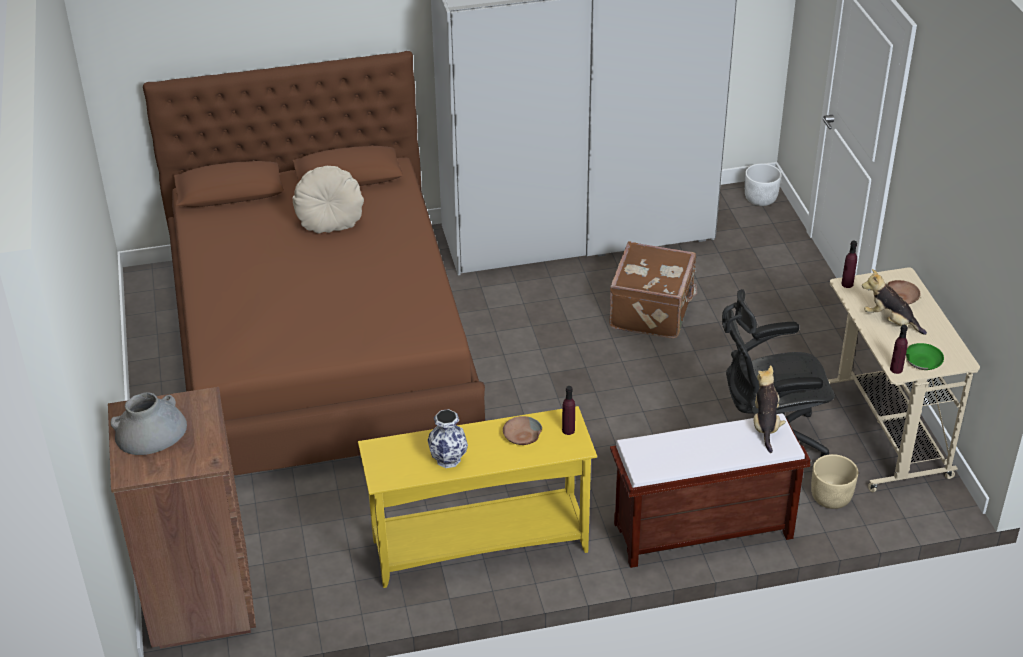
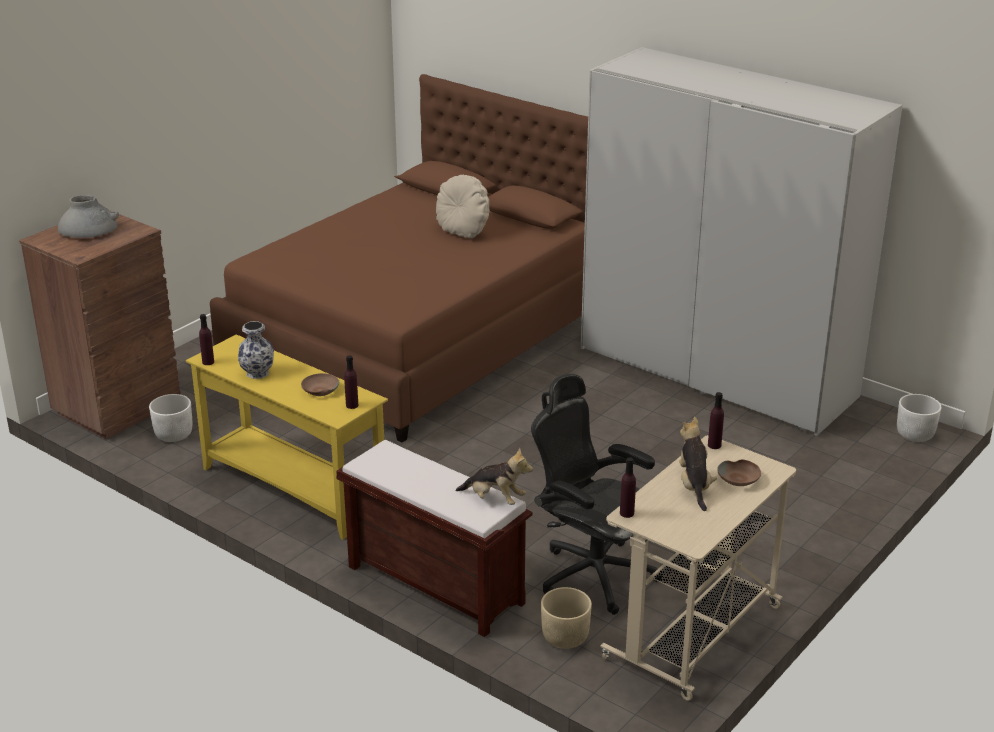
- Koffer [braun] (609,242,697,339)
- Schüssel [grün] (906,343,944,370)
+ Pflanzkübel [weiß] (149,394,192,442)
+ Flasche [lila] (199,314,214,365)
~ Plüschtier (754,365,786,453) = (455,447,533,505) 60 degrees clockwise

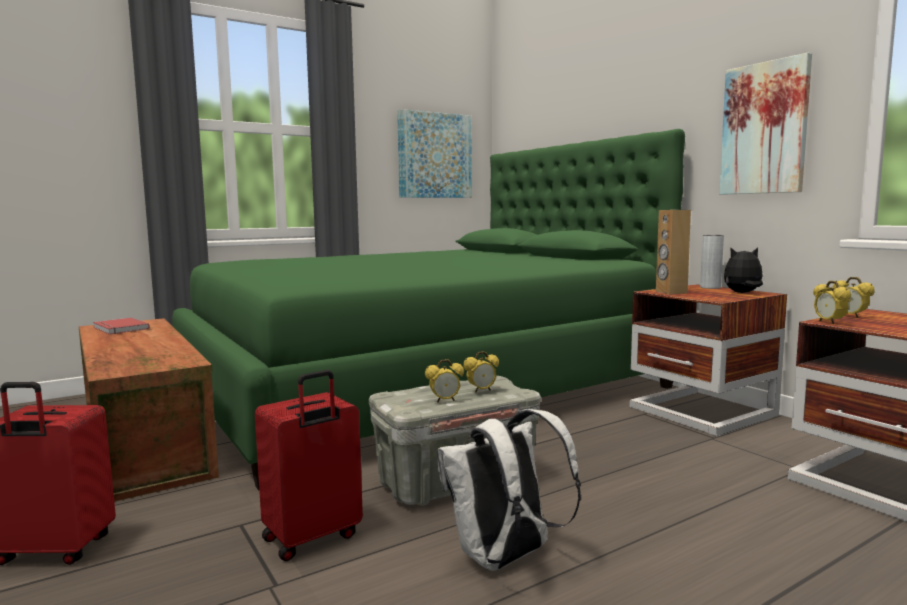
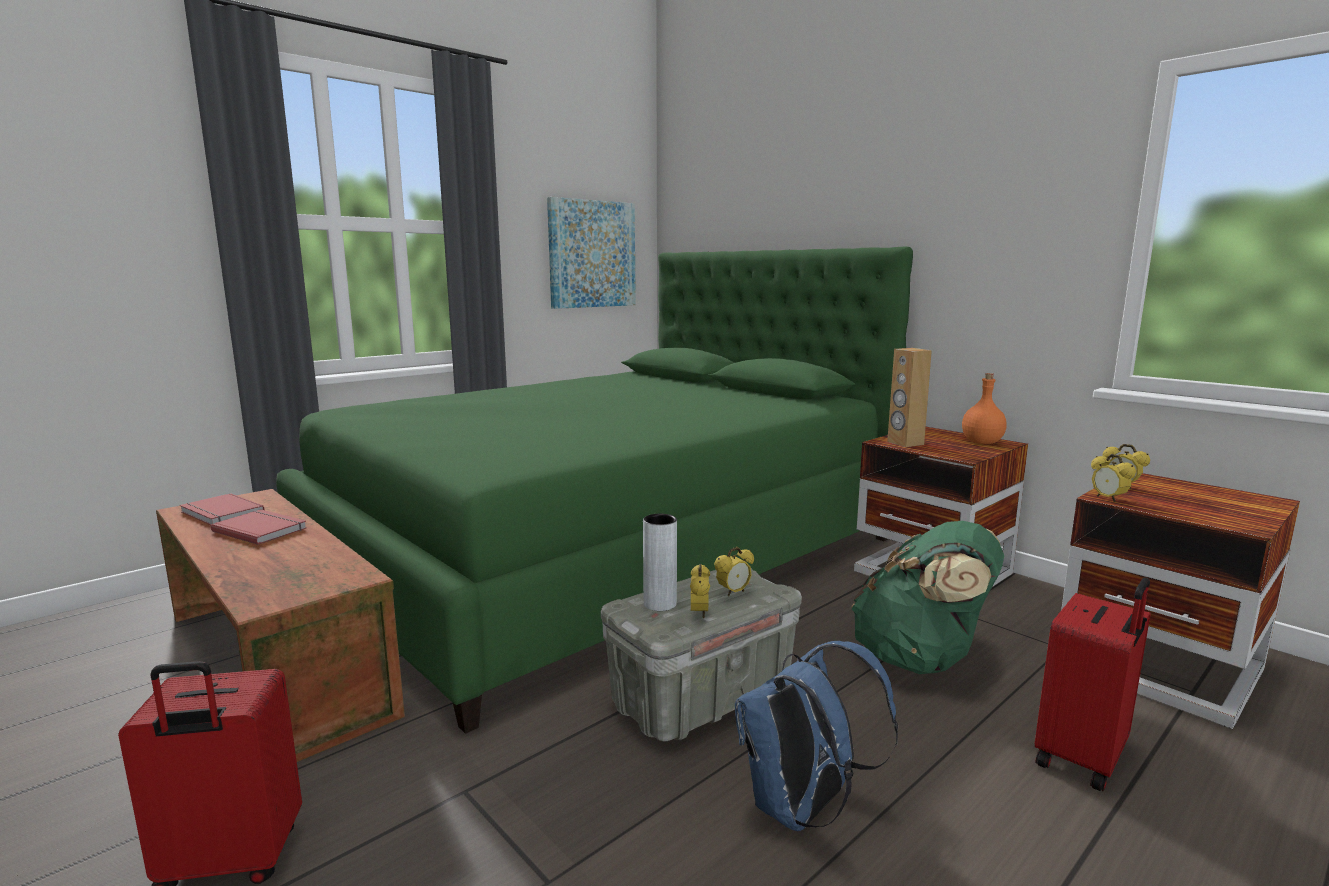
- Bild (719,53,812,195)
+ Buch [rot] (211,509,307,545)
+ Rucksack [grün] (851,521,1004,674)
~ Koffer [rot] (255,370,363,561) to (1035,578,1150,791)
~ Vase [grau] (700,235,724,289) to (643,514,677,611)
~ Plüschtier (724,247,763,293) to Flasche [orange] (962,373,1007,444)
~ Rucksack [weiß] (437,409,581,571) to Rucksack [blau] (735,641,898,831)
~ Wecker (425,359,464,403) = (690,564,710,618) 60 degrees counterclockwise

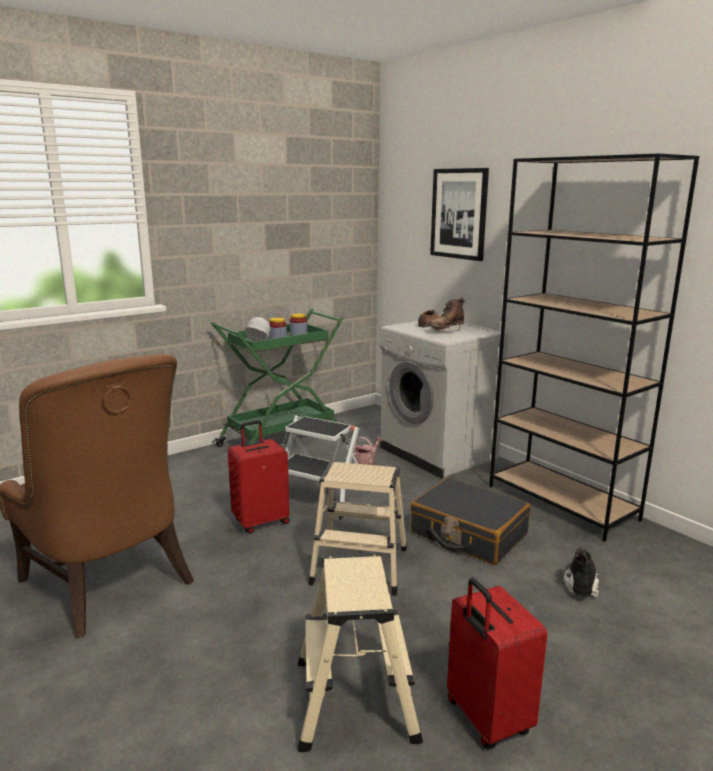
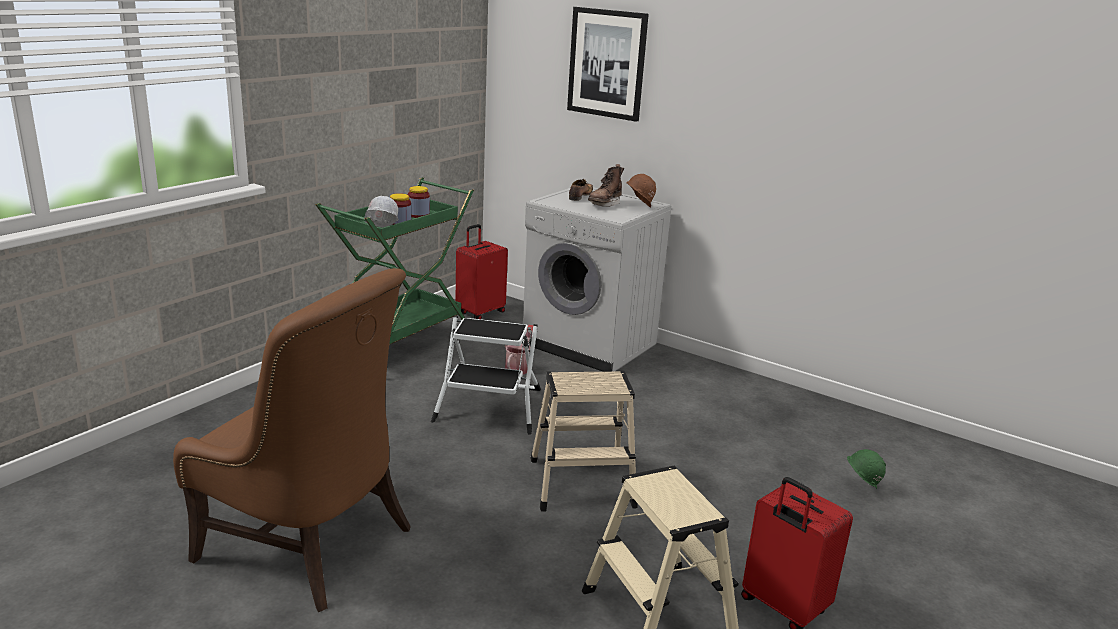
- Koffer [schwarz] (410,477,530,565)
- Bücherregal [beige] (489,154,699,542)
- Stiefel [schwarz] (564,548,599,598)
+ Schutzhelm [braun] (627,174,656,208)
+ Schutzhelm [grün] (847,449,886,489)
~ Koffer [rot] (228,420,290,534) to (456,224,508,319)

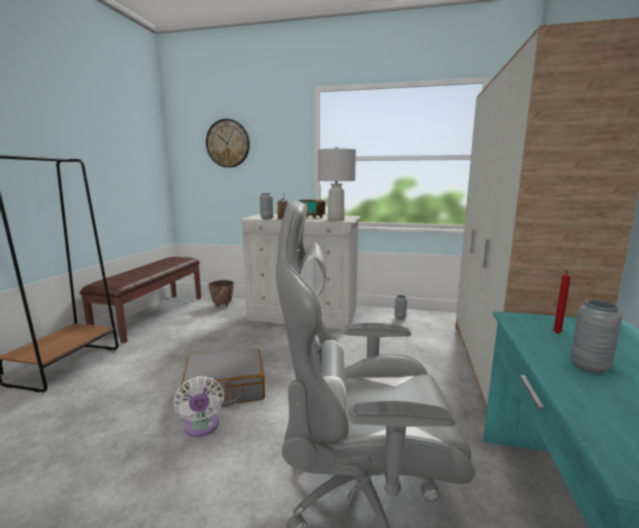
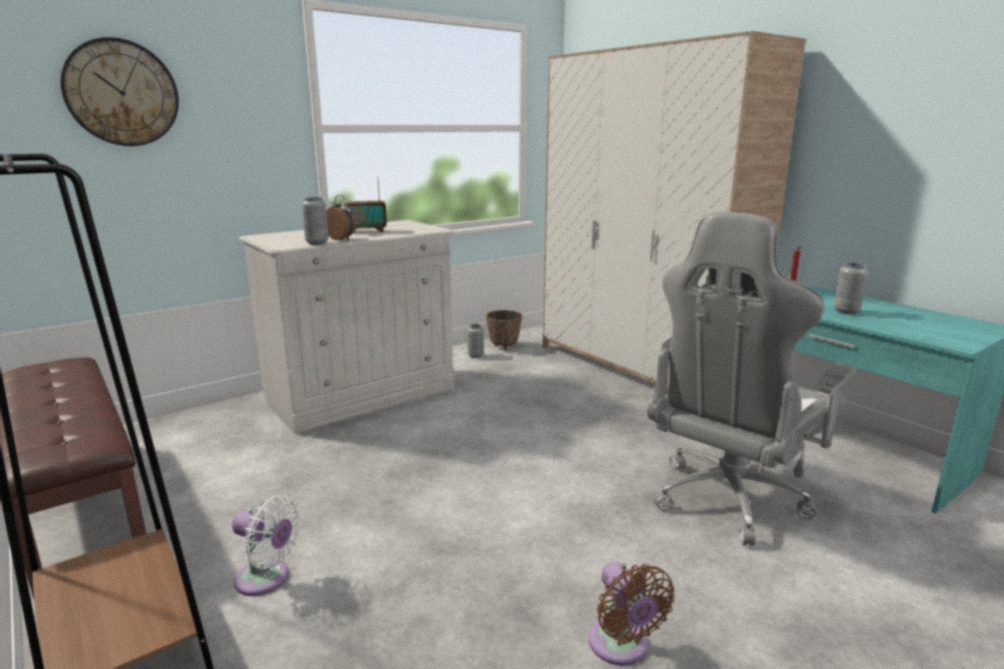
- Koffer [grau] (181,349,265,407)
- Tischlampe [grau] (318,147,356,221)
+ Ventilator [braun] (588,562,675,666)
~ Ventilator [weiß] (173,376,224,437) to (232,495,301,596)
~ Pflanzkübel (208,280,234,307) to (486,310,523,350)

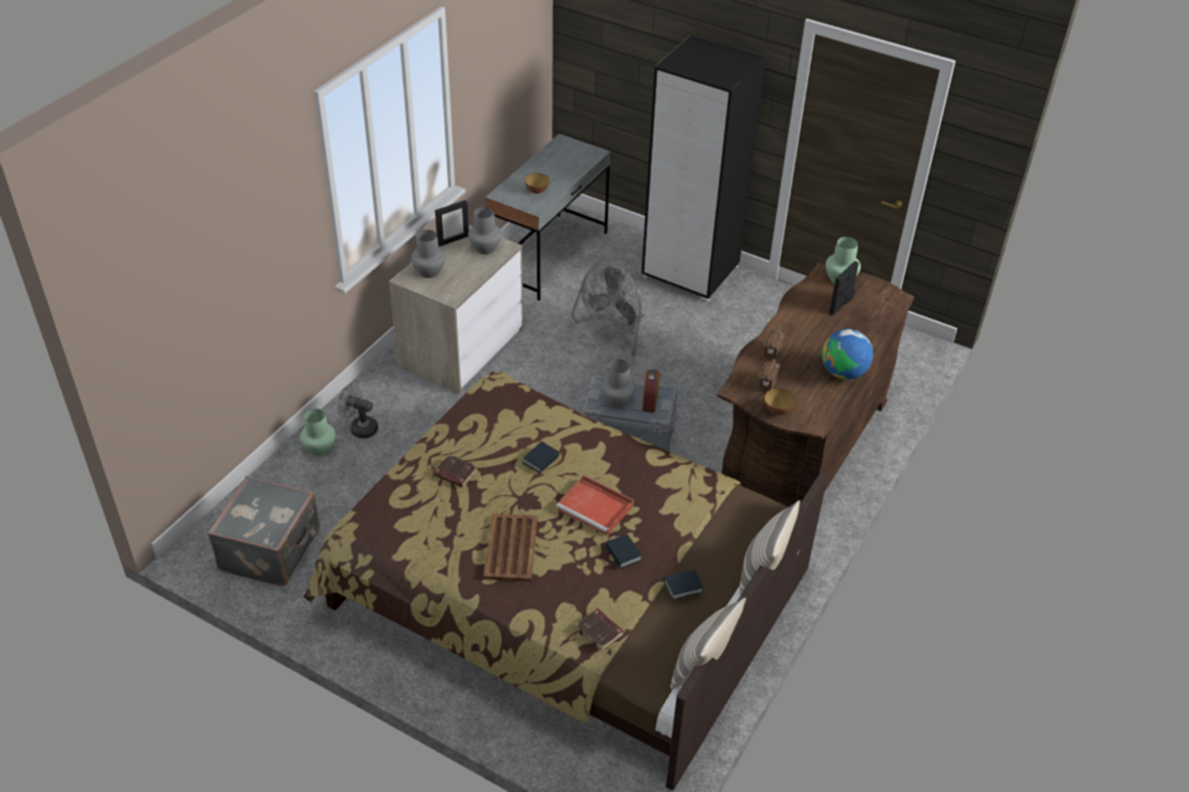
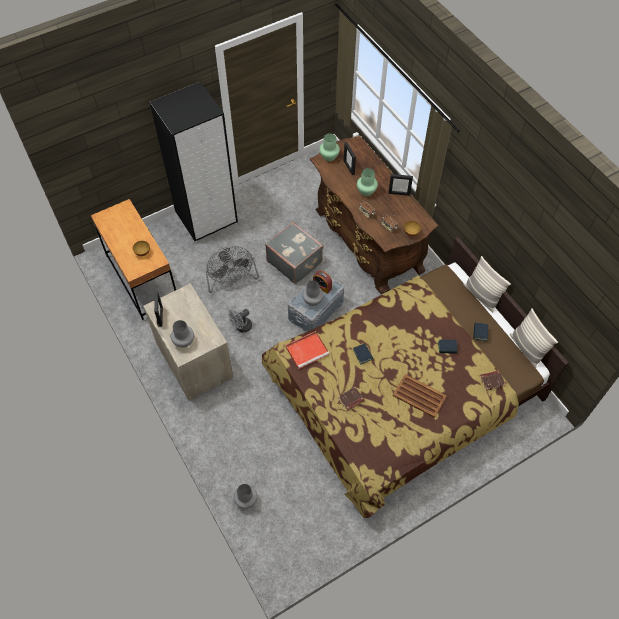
~ Koffer [grau] (208,476,320,586) to (265,222,324,284)
~ Vase [grün] (300,409,336,456) to (357,168,378,196)
~ Ventilator [grau] (337,383,378,438) to (228,309,252,333)
~ Vase [grau] (468,207,502,254) to (234,484,257,509)
~ Tablett [rot] (556,475,634,536) to (285,331,329,369)
~ Globus (822,329,873,380) to Bilderrahmen (388,174,413,196)
~ Schreibtisch [grau] (485,134,611,301) to Schreibtisch [braun] (91,199,176,320)

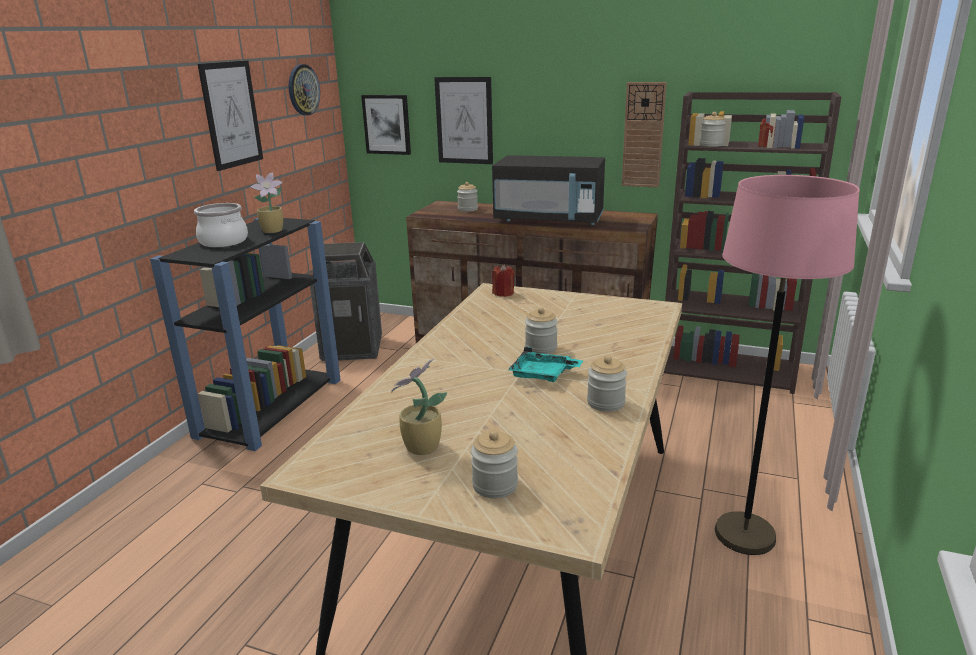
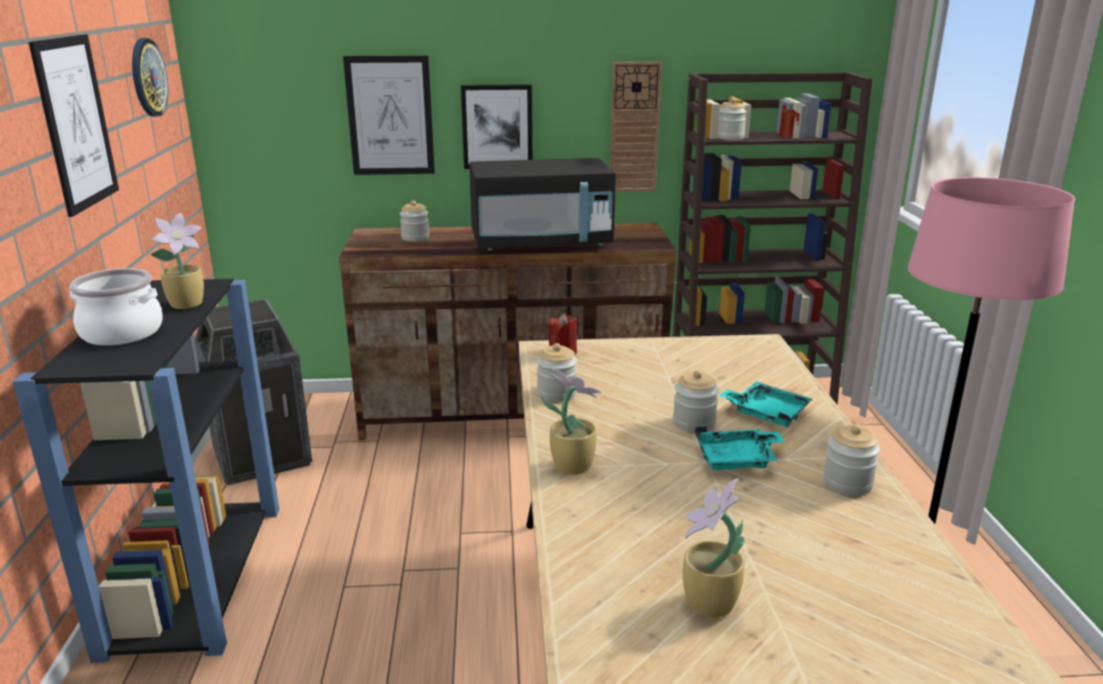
+ Topfpflanze (541,369,602,475)
+ Tablett [türkis] (719,381,812,427)
~ Bild (361,95,411,155) to (461,84,532,169)
~ Vorratsglas (471,431,518,498) to (537,343,577,402)

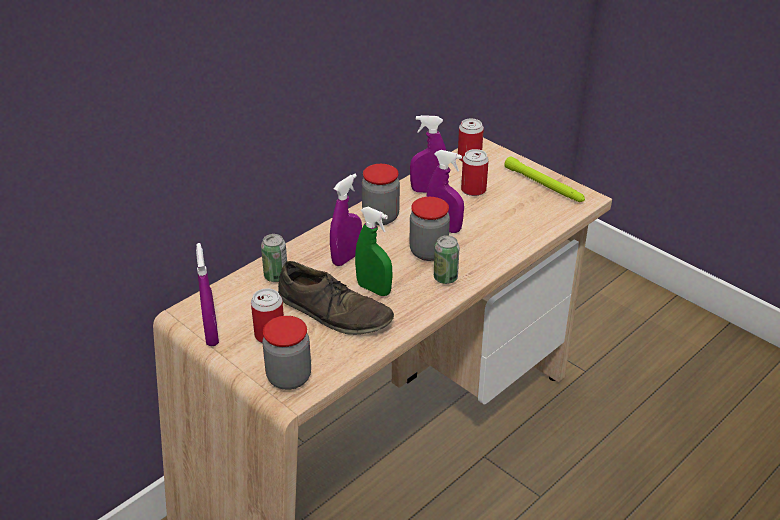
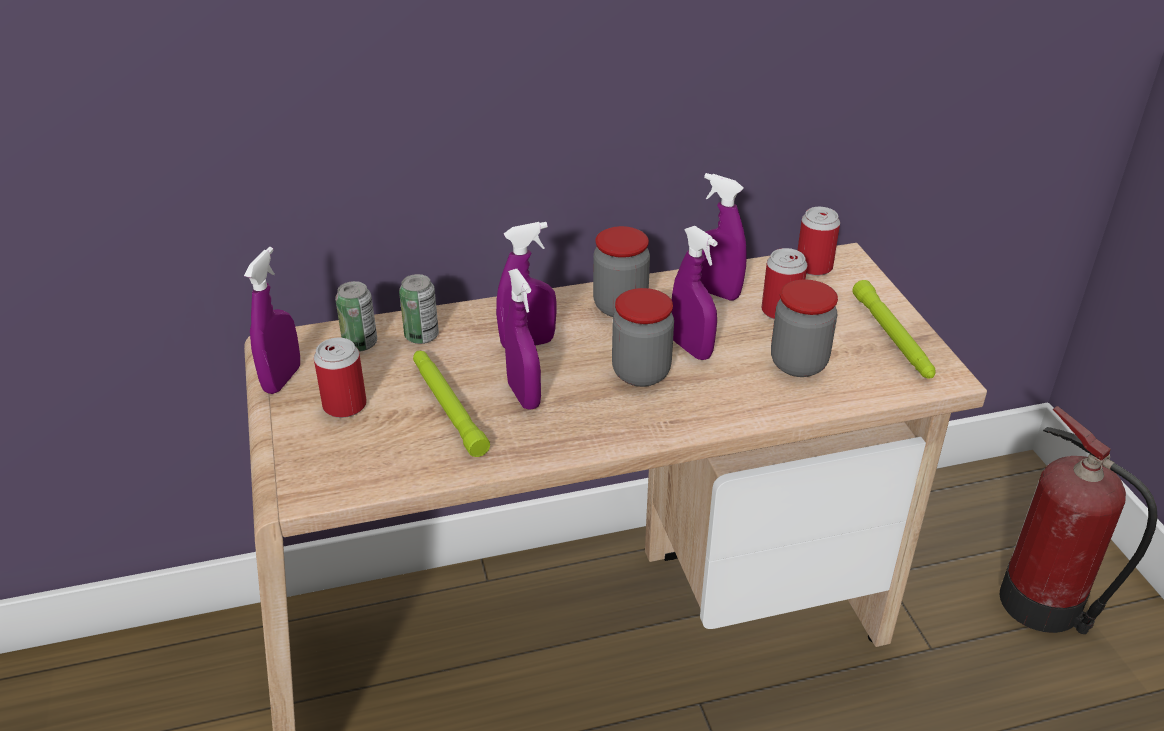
+ Feuerlöscher (1000,406,1158,634)
~ Vorratsglas (262,316,311,390) to (771,280,838,377)
~ Dose (434,235,460,284) to (335,281,377,352)
~ Schuh [braun] (278,261,394,335) to Taschenlampe [grün] (413,350,490,457)
~ Sprühflasche [grün] (355,207,393,296) to Sprühflasche [lila] (505,269,541,410)

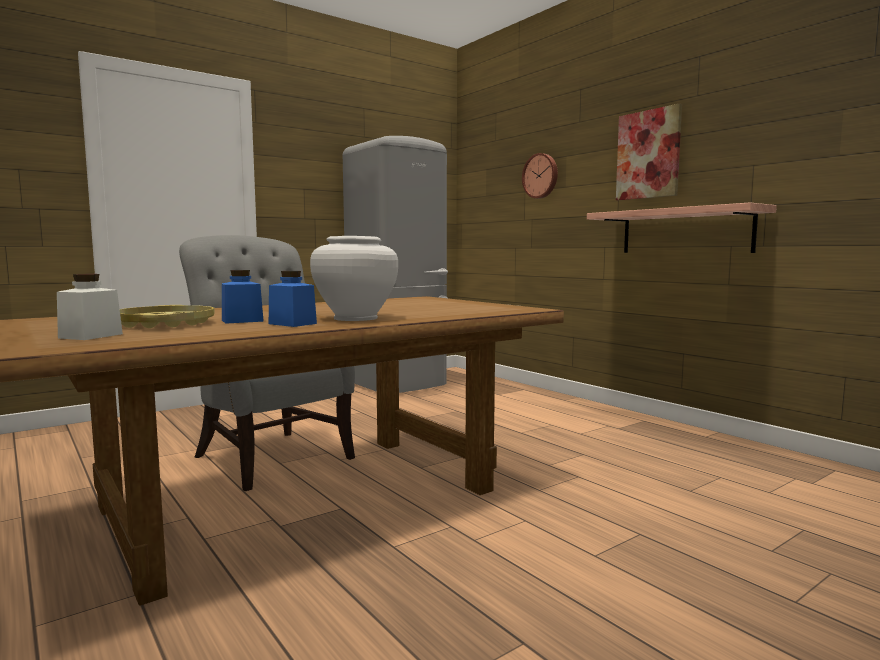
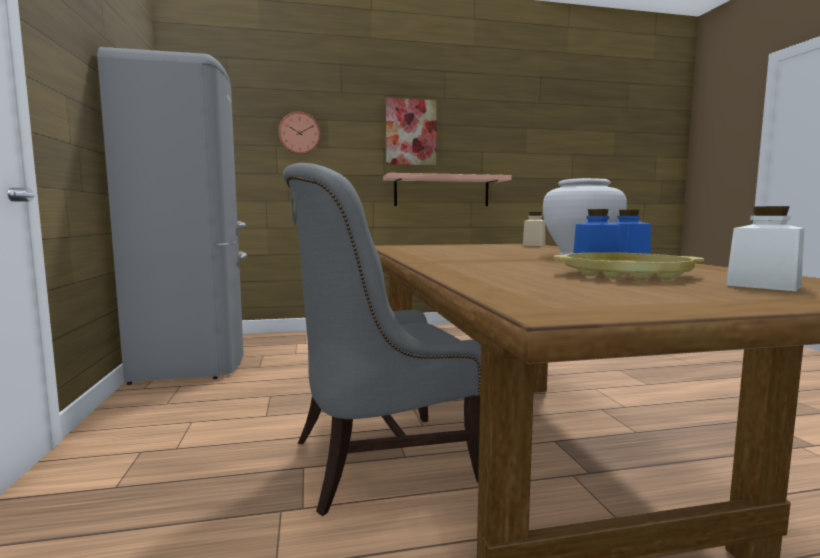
+ Vorratsglas [beige] (523,212,545,246)

